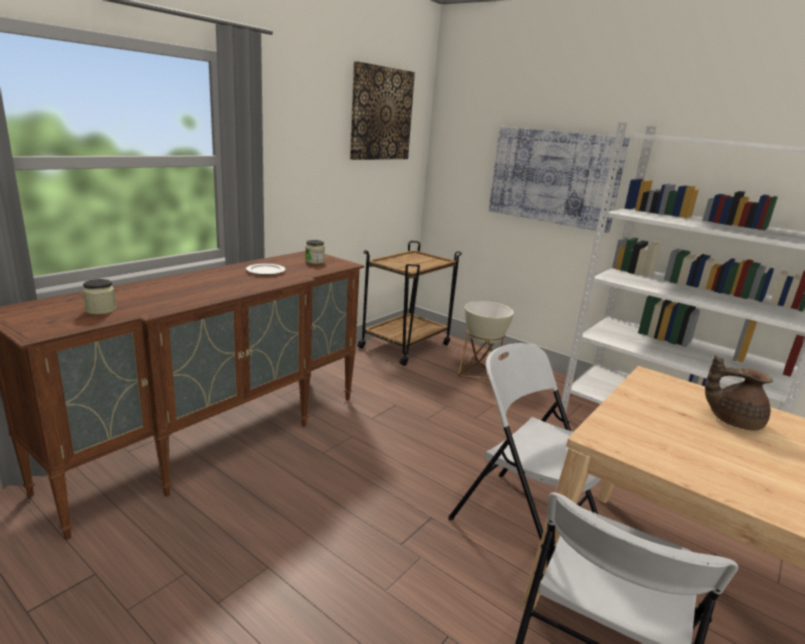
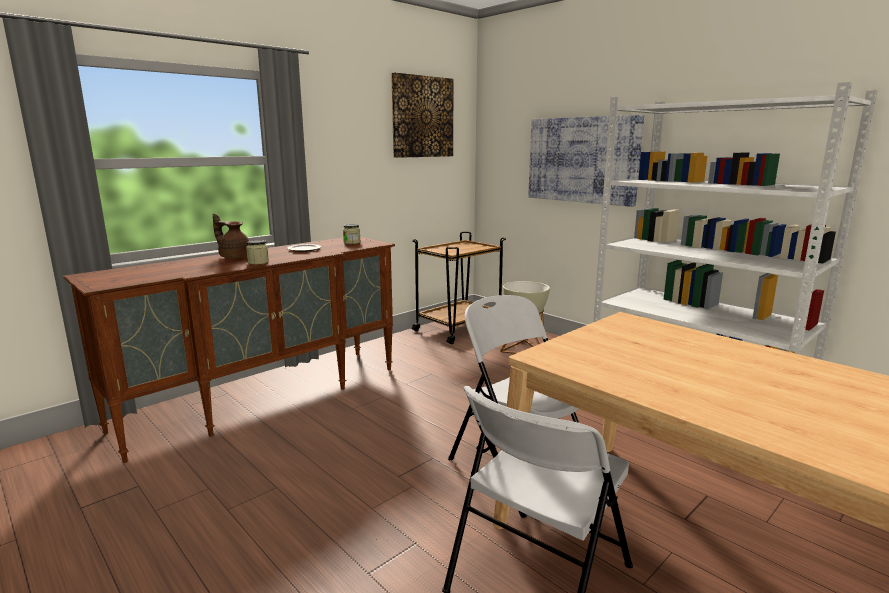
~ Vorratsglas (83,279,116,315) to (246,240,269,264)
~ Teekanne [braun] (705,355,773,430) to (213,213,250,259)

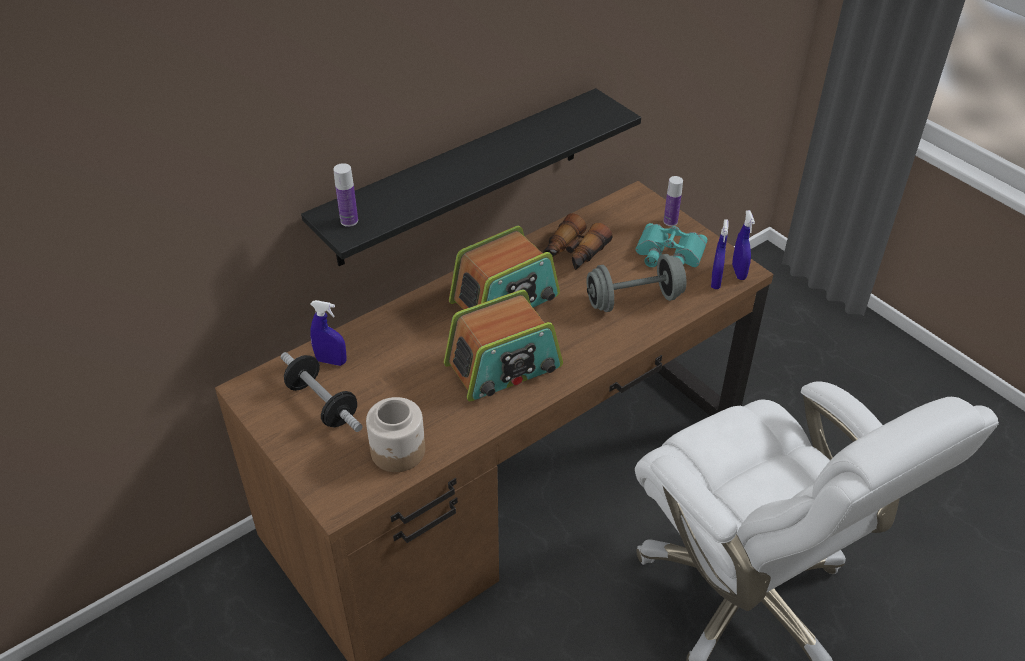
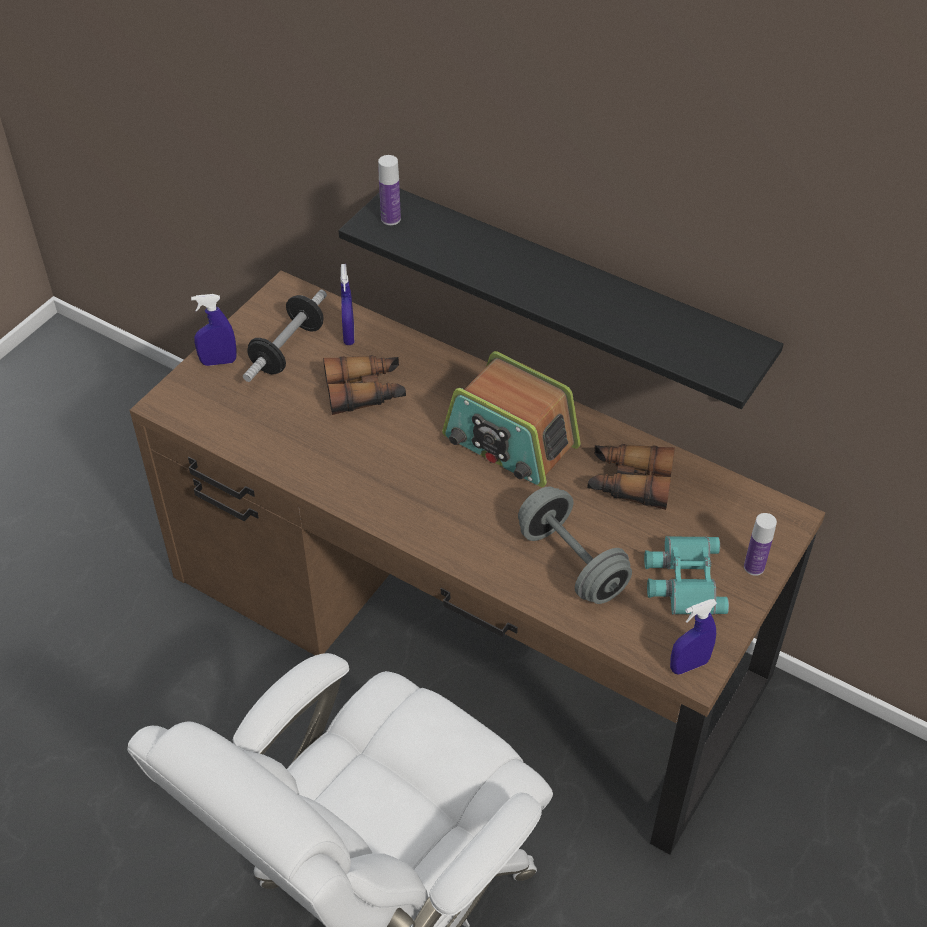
- Vorratsglas (366,397,425,472)
- Radio (443,290,563,402)
+ Fernglas (323,355,406,415)
~ Sprühflasche [blau] (711,219,729,289) to (191,294,237,366)

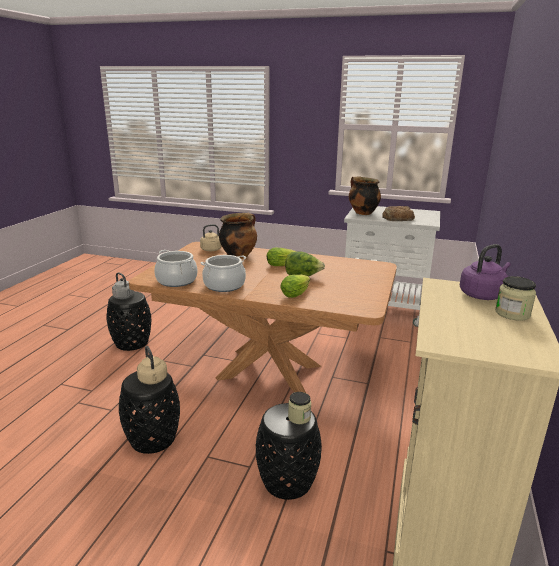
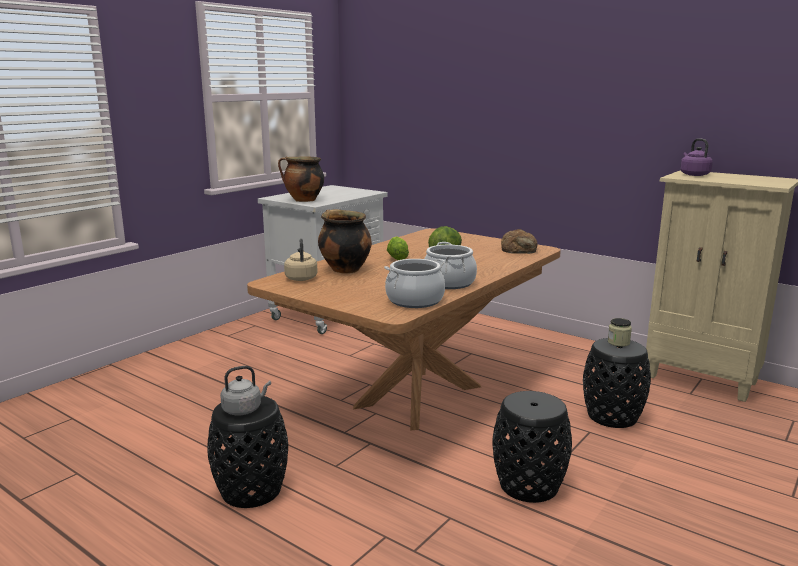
- Wasserkessel [beige] (137,346,167,384)
- Salatkopf (280,275,310,298)
- Vorratsglas (495,276,536,321)
~ Brot (382,206,415,221) to (501,229,538,254)

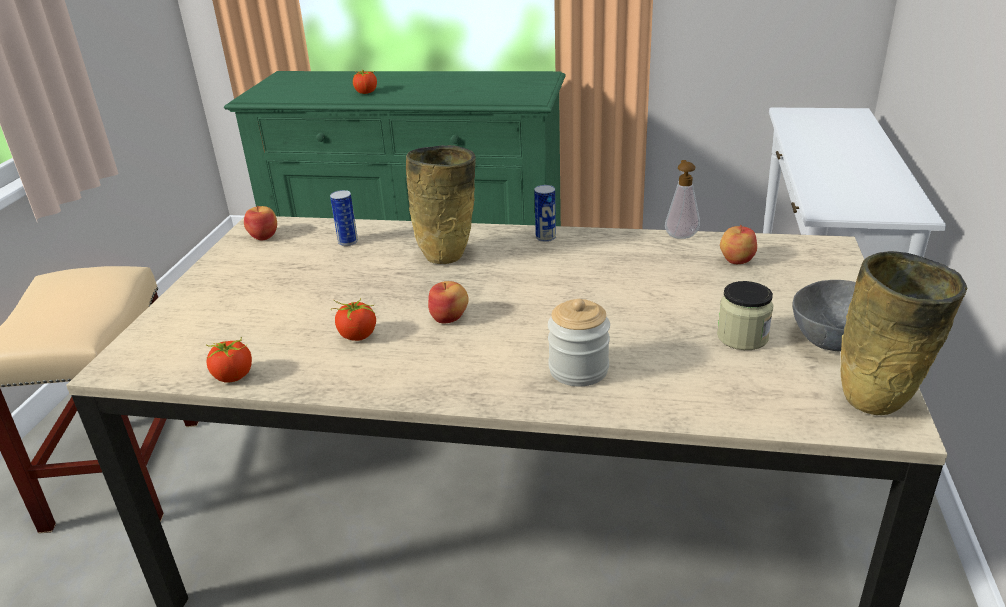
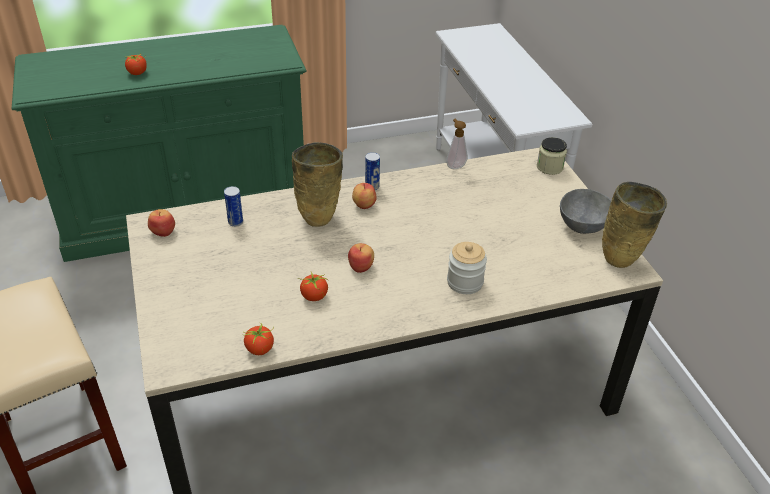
~ Vorratsglas (717,281,773,350) to (537,137,567,175)
~ Apfel (720,225,757,264) to (352,183,377,209)

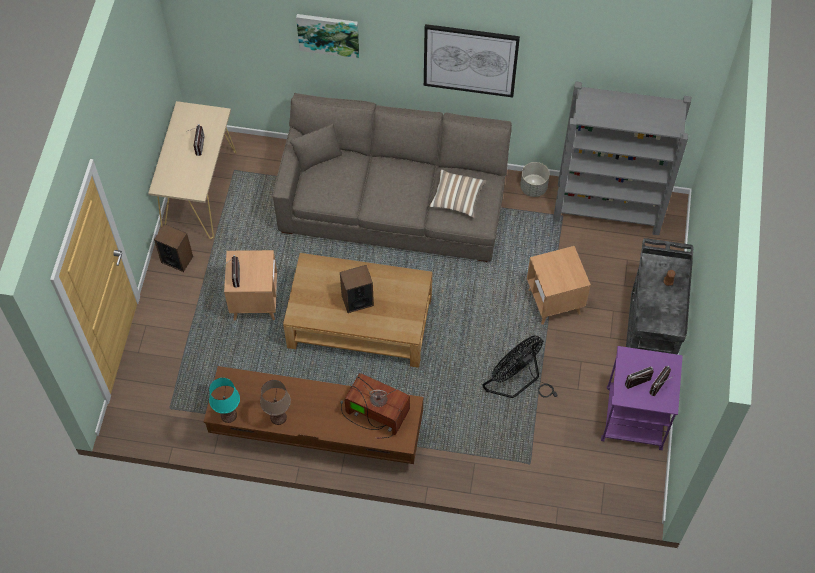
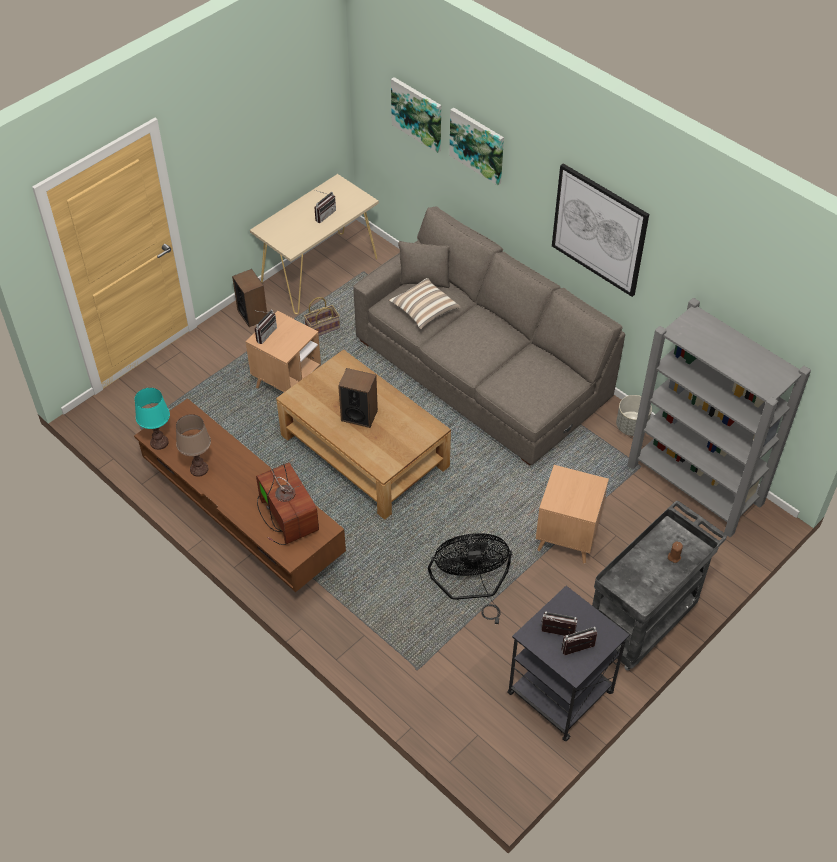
+ Korb (304,297,340,336)
+ Bild (391,77,441,153)
~ Kissen (429,169,487,218) to (389,278,461,329)
~ Rollwagen [lila] (601,346,683,450) to Rollwagen [schwarz] (507,586,629,742)

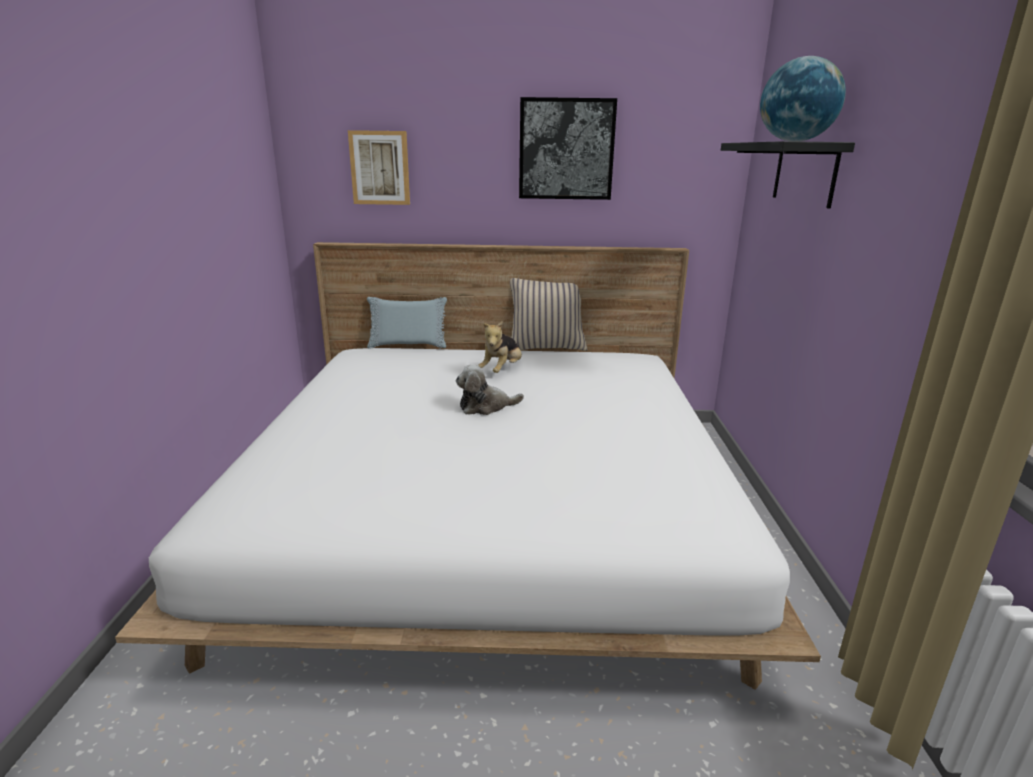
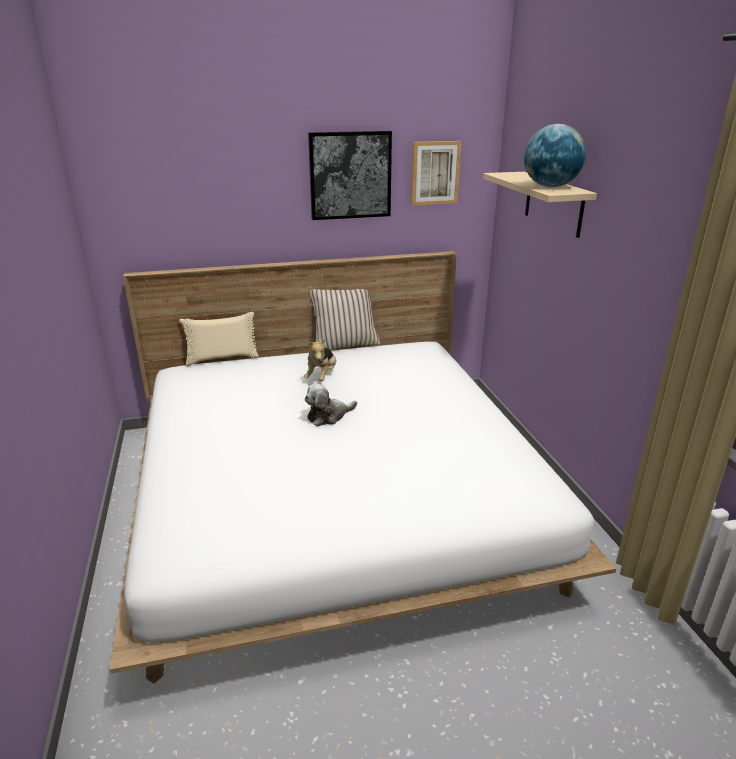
~ Bild (348,130,410,205) to (411,141,462,205)
~ Kissen [blau] (367,297,447,349) to Kissen [beige] (179,312,259,366)
~ Wandregal [schwarz] (721,141,855,209) to Wandregal [beige] (483,172,597,238)

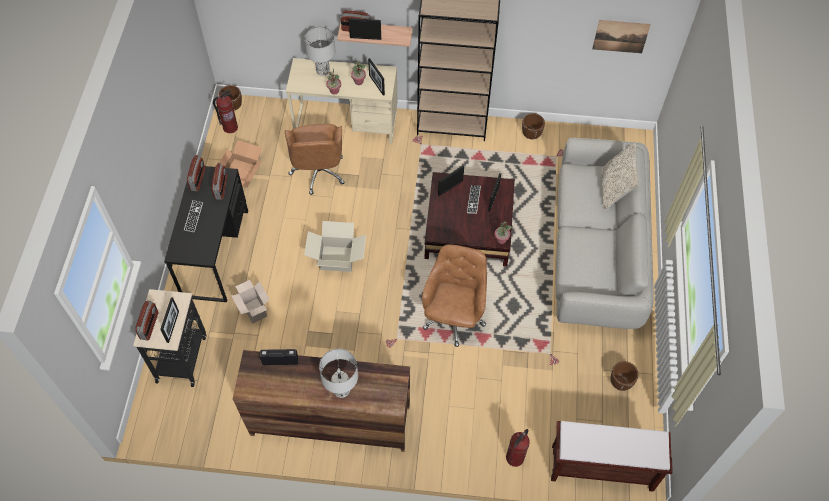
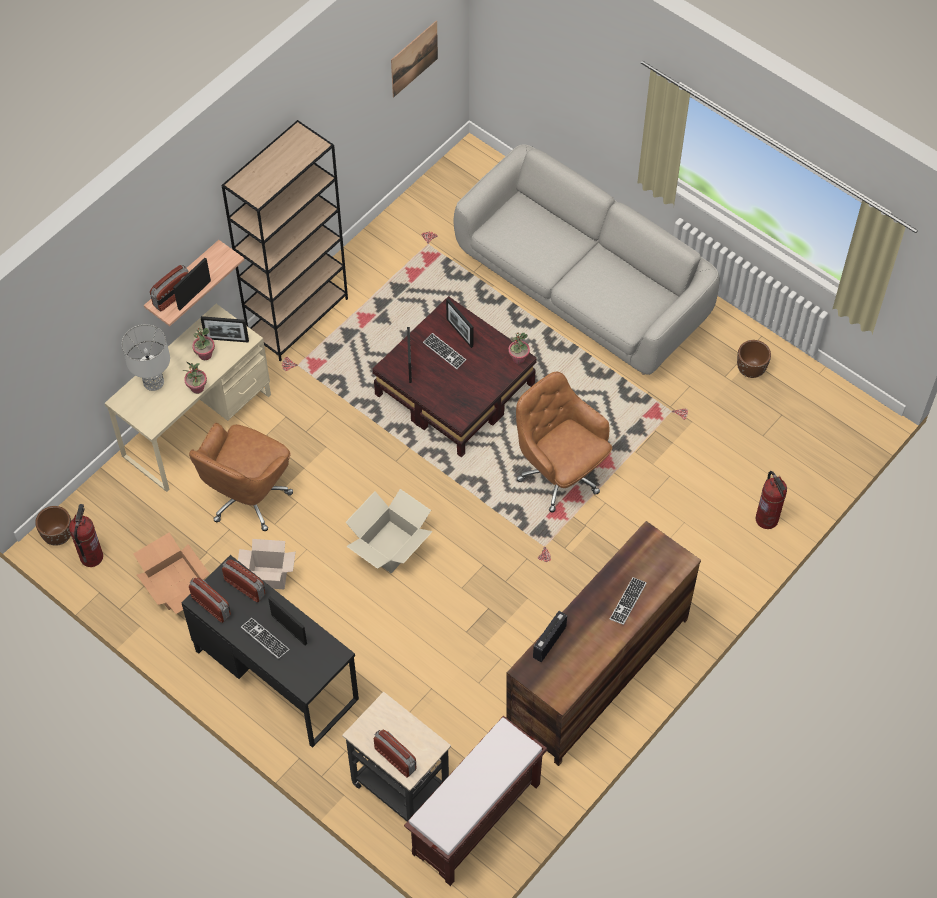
- Pflanzkübel [braun] (522,113,545,139)
- Kissen [beige] (601,143,639,210)
~ Bilderrahmen (160,297,179,343) to (268,596,307,645)
~ Karton (232,280,270,324) to (238,539,296,589)
~ Bank [braun] (551,421,673,492) to (404,716,547,886)
~ Tischlampe [weiß] (319,349,358,398) to Tastatur (610,577,647,625)
~ Bürostuhl [braun] (285,124,345,195) = (189,423,293,531) 90 degrees clockwise

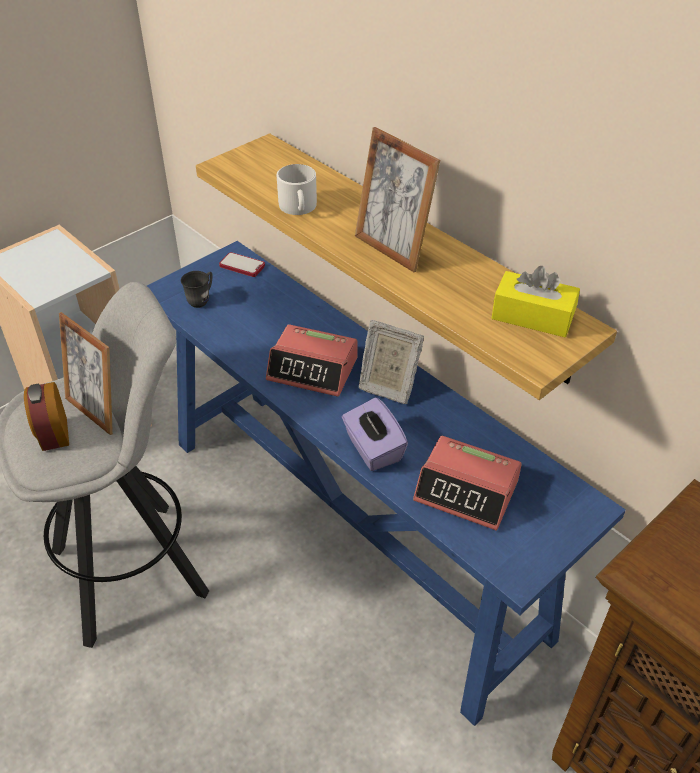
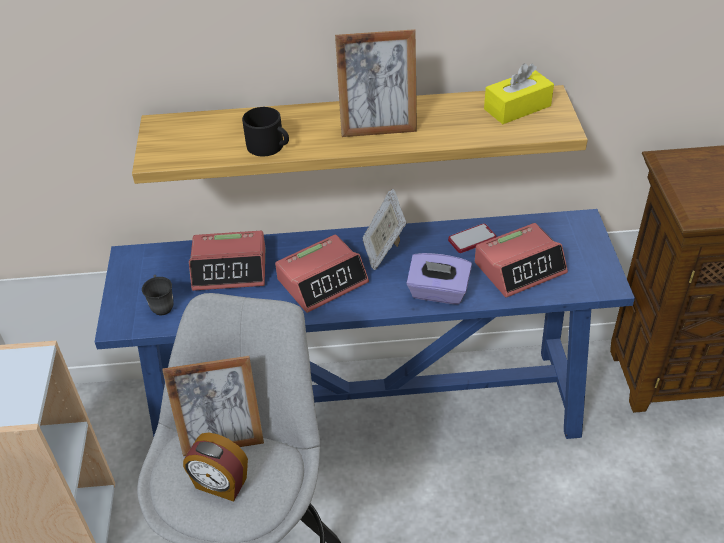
+ Wecker (189,231,265,291)
~ Handy (219,252,265,277) to (448,224,496,253)
~ Henkelbecher [weiß] (277,164,317,215) to Henkelbecher [schwarz] (242,107,289,156)
~ Bilderrahmen (359,320,424,404) = (362,189,407,270) 105 degrees clockwise

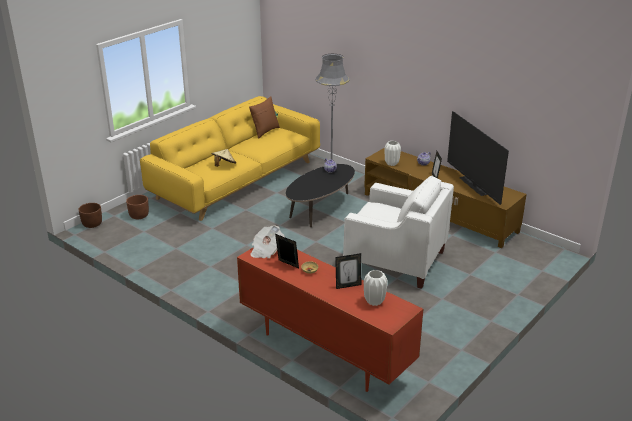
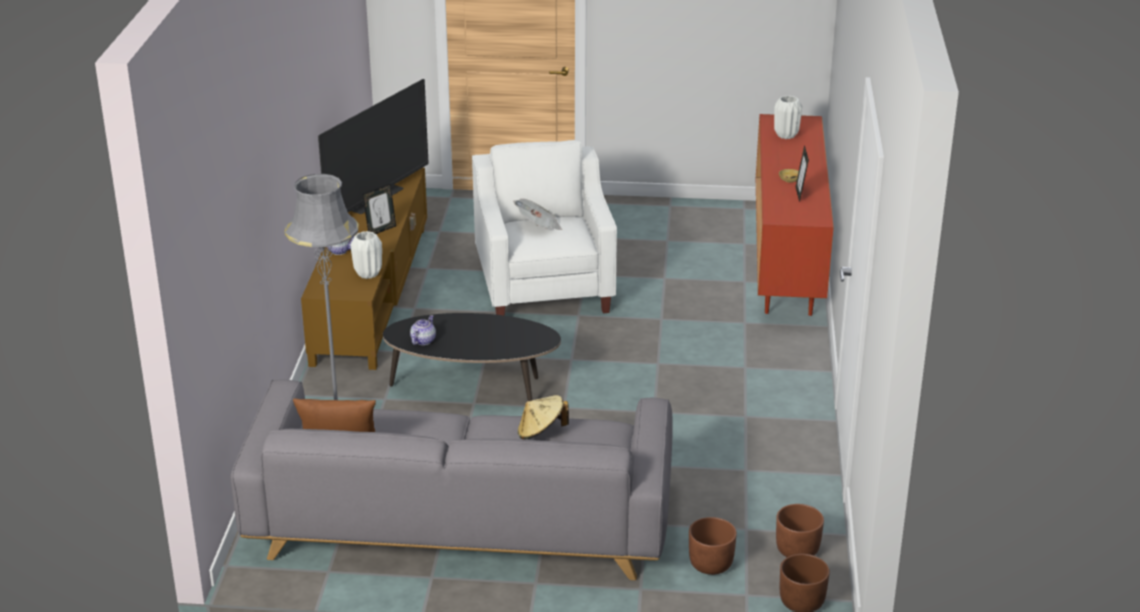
- Bilderrahmen (335,253,361,289)
+ Pflanzkübel [braun] (776,504,824,557)
~ Zeitung (250,225,284,258) to (513,199,563,230)
~ Sofa [gelb] (140,96,320,221) to Sofa [grau] (231,380,673,580)

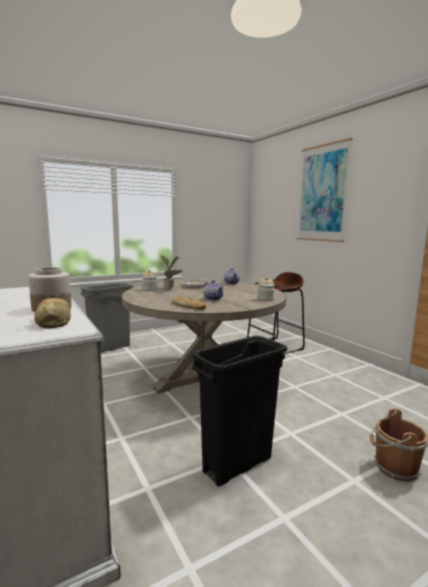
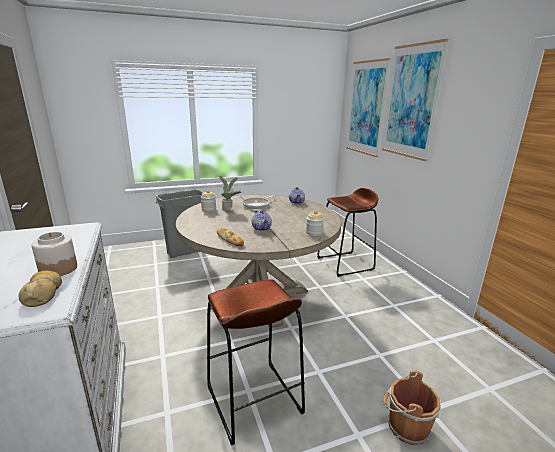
+ Bild (346,58,390,157)
~ Mülleimer [schwarz] (192,336,287,486) to Hocker [braun] (207,279,305,446)

